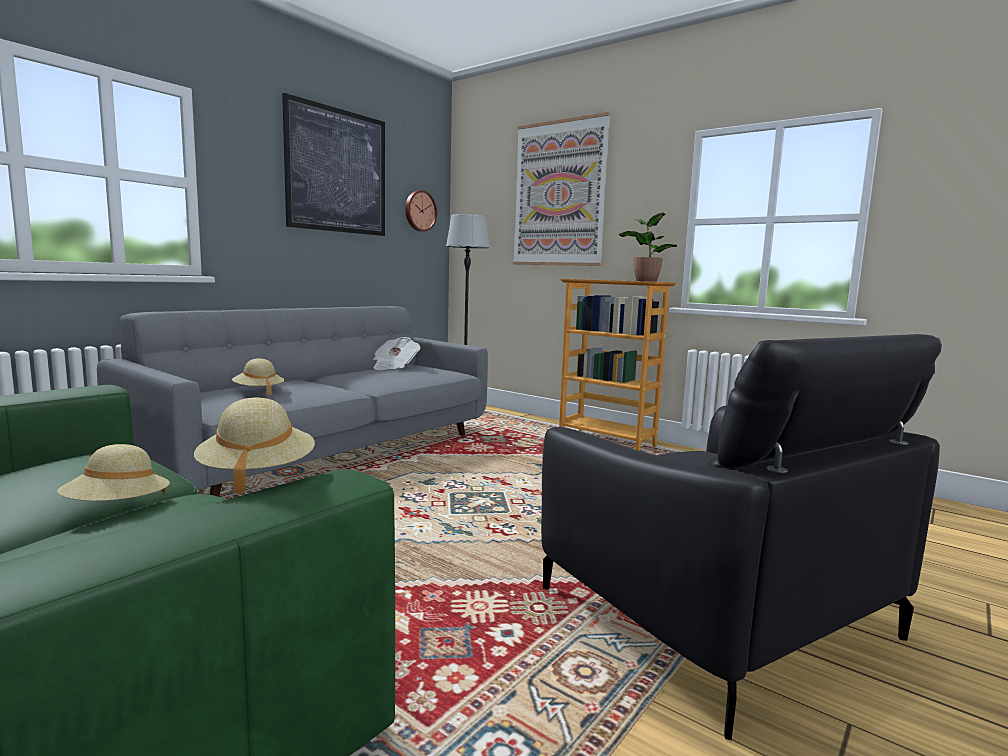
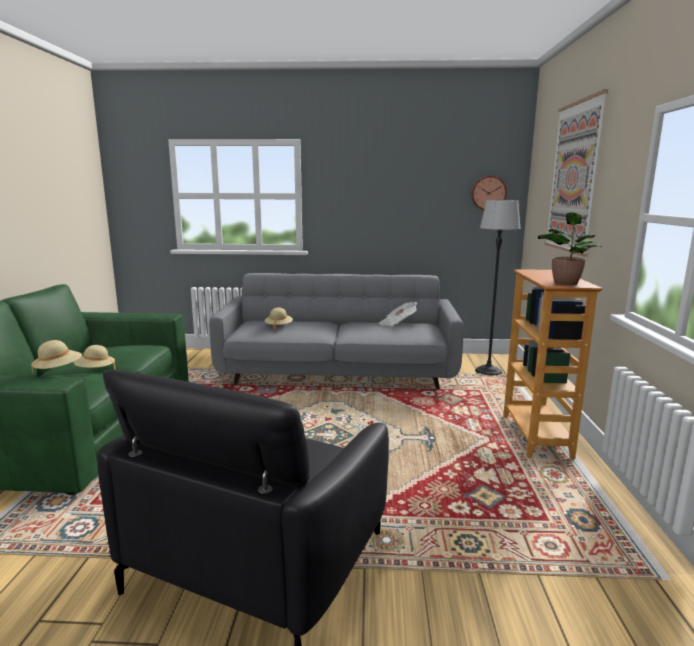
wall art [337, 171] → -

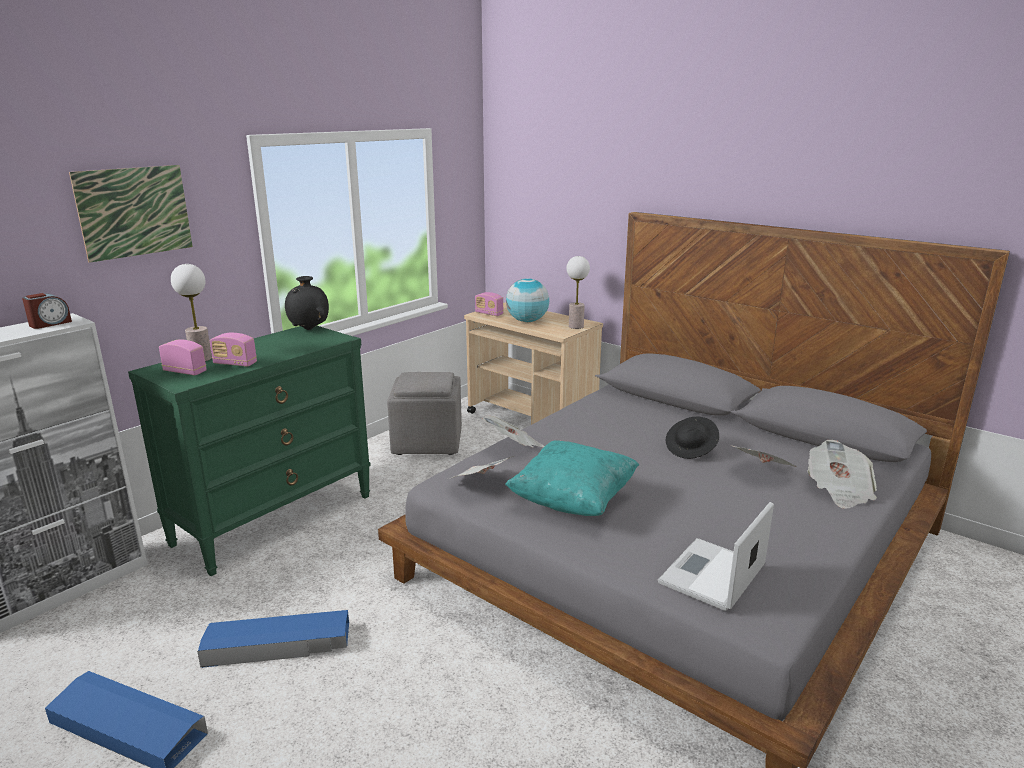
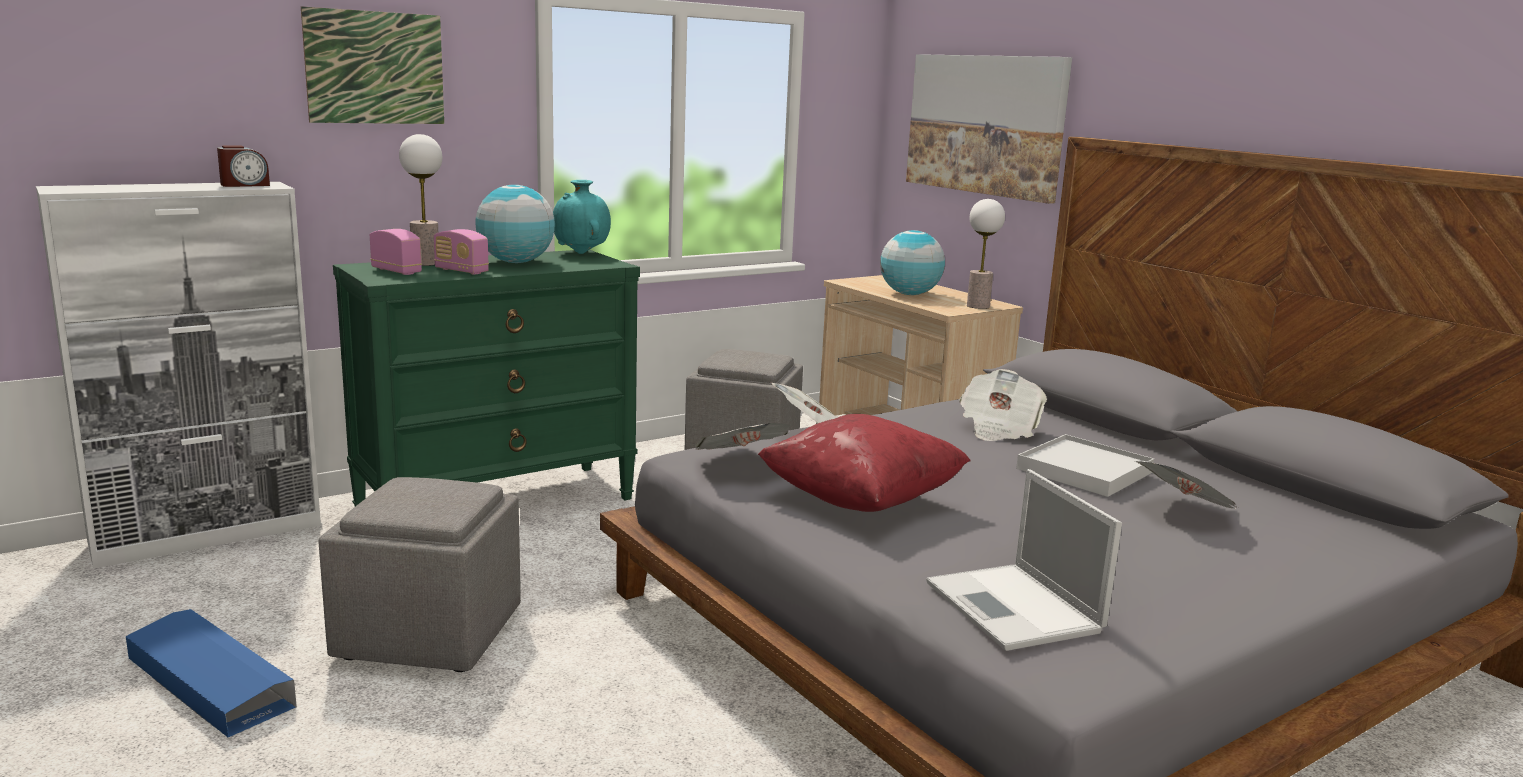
storage container (blue-coloured) [278, 645] → ottoman (grey) [430, 634]
- → desk globe [516, 262]
flower vase (blackish) [309, 329] → flower vase (blue-green) [581, 253]
pillow (blue-green) [573, 501] → pillow (reddish) [861, 500]
- → wall art [985, 125]
laptop [711, 576] → laptop [1015, 608], 75 degrees counterclockwise
newspaper [839, 491] → newspaper [998, 429], relocated
clothing hat (blackish) [691, 449] → carrying tray (white-coloured) [1084, 471]
radio receiver [489, 314] → -

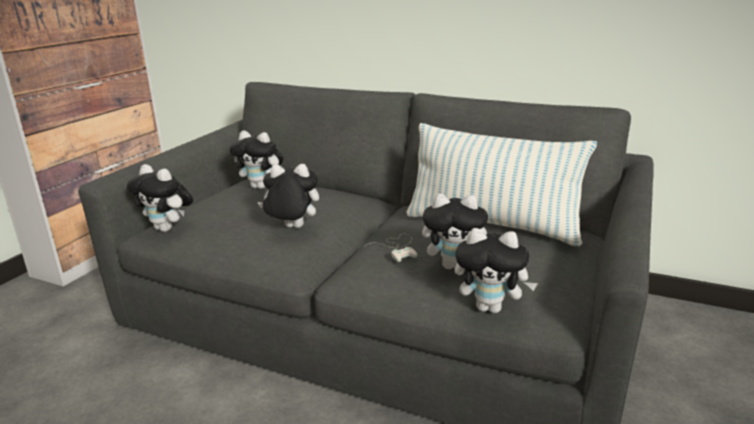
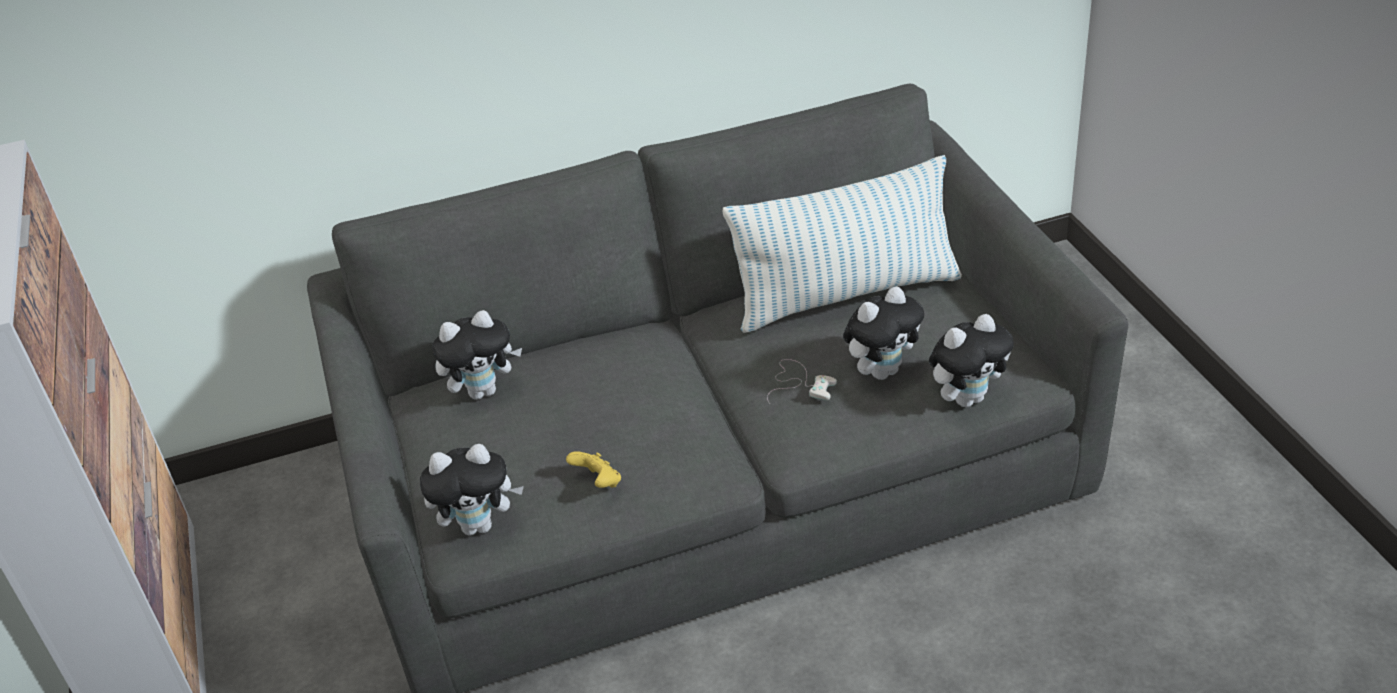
- → joypad (yellowish) [598, 483]
plush toy [292, 228] → -

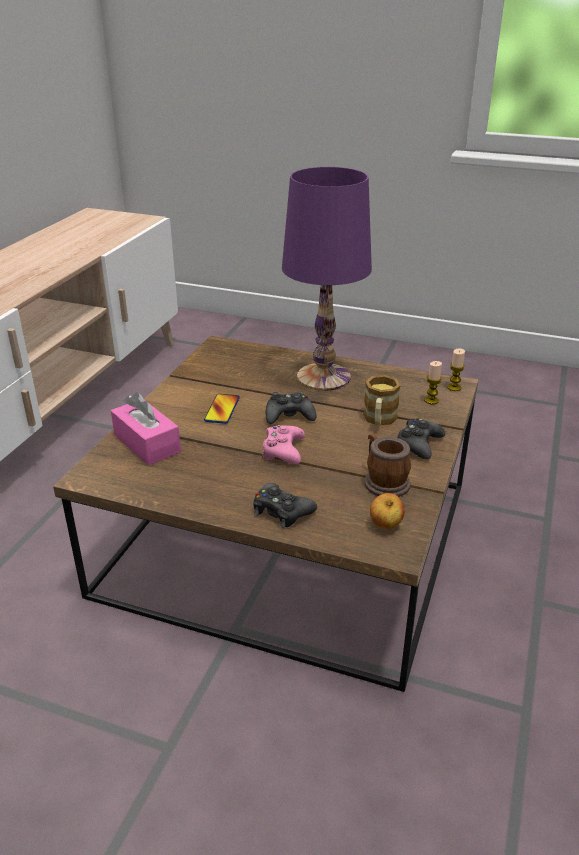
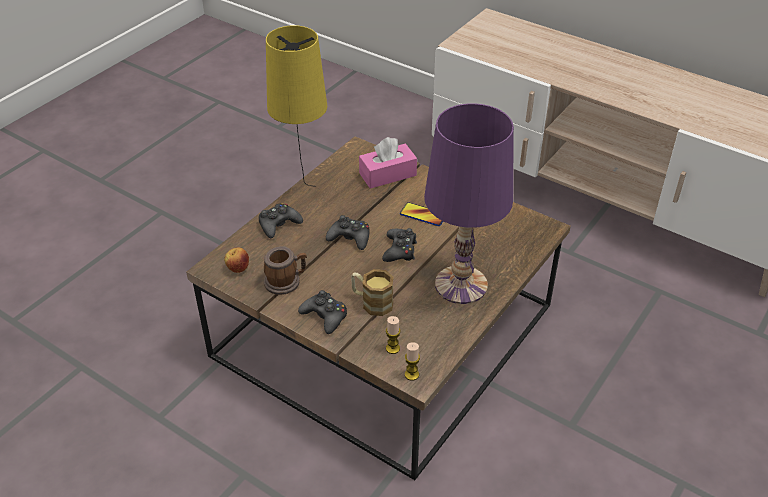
- → table lamp (yellowish) [303, 192]
joypad (pink-coloured) [283, 450] → joypad (blackish) [350, 238]

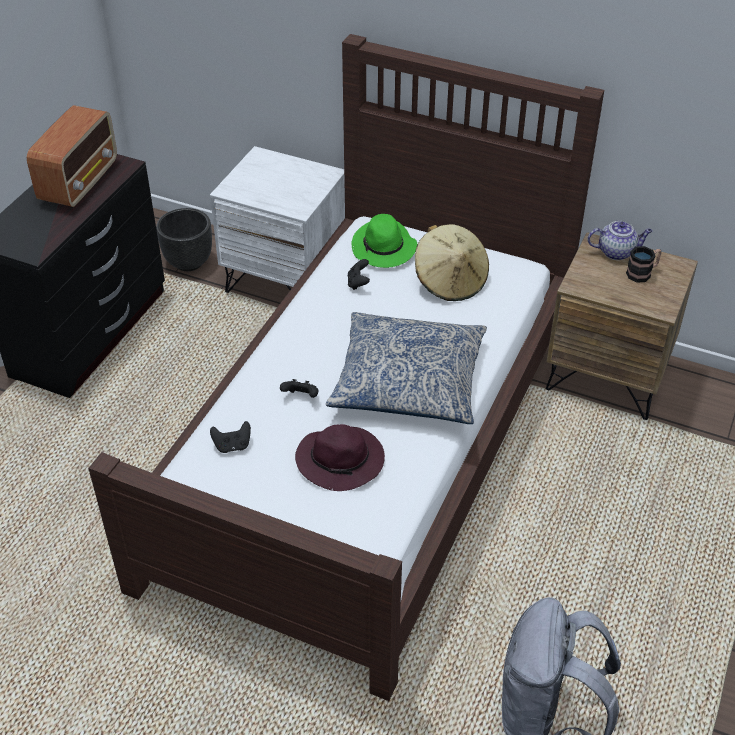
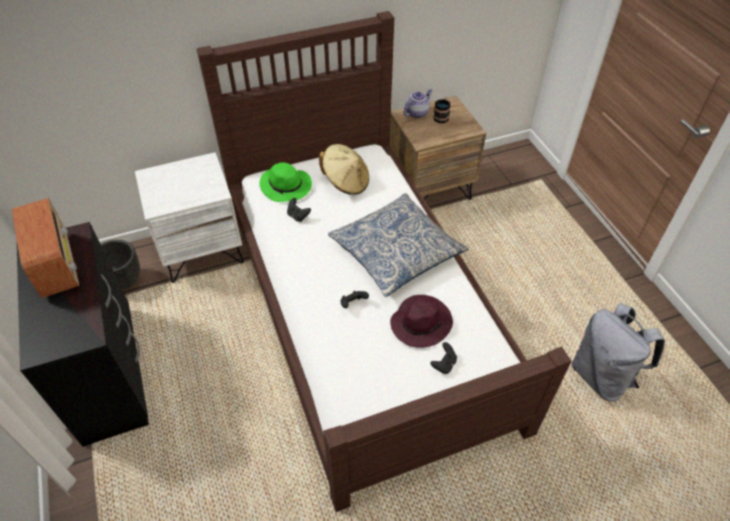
joypad (blackish) [232, 446] → joypad (blackish) [444, 364], relocated

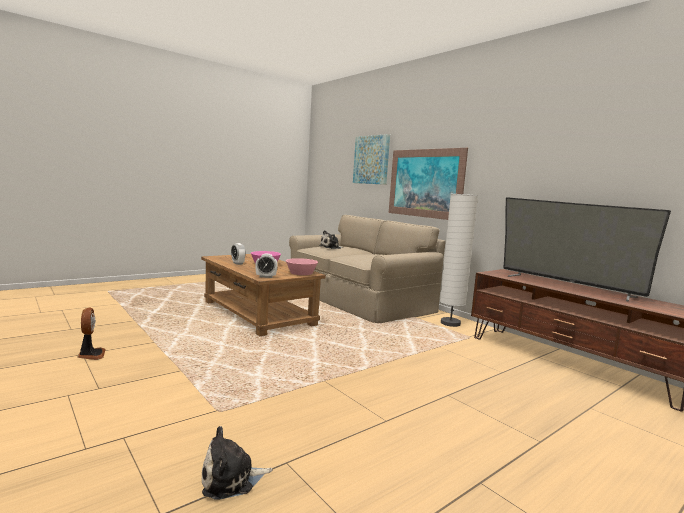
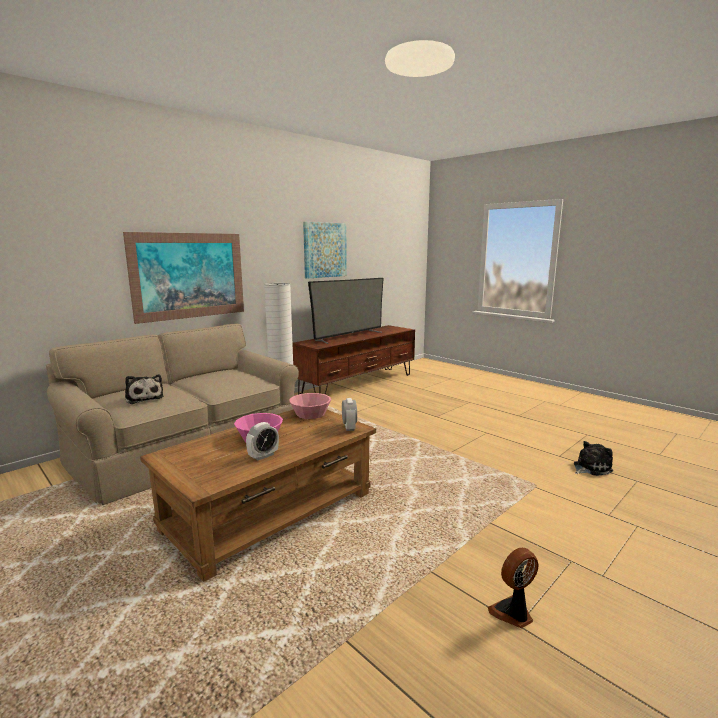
wall art [371, 160] → wall art [324, 250], relocated
plush toy [231, 479] → plush toy [590, 468], 90 degrees counterclockwise

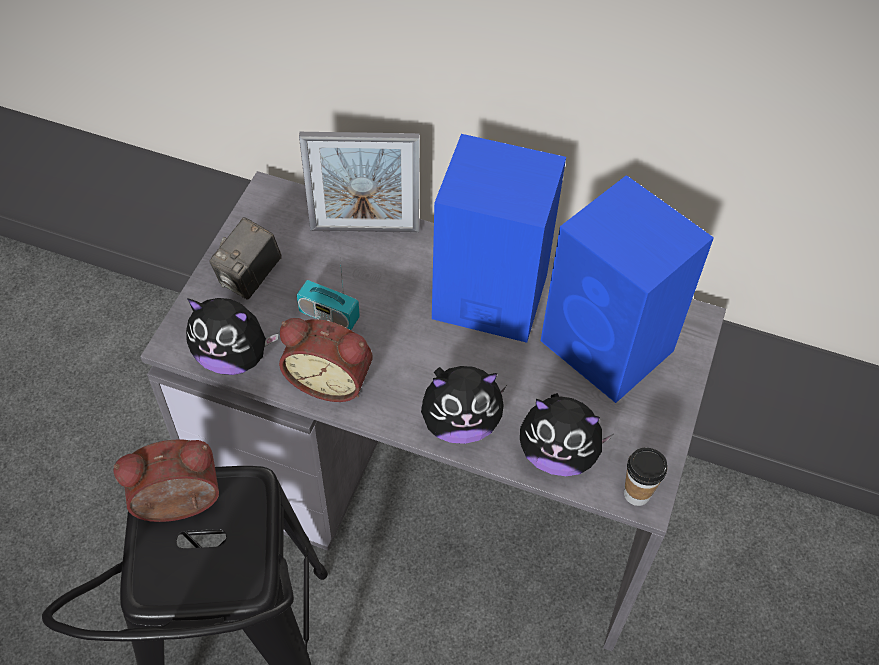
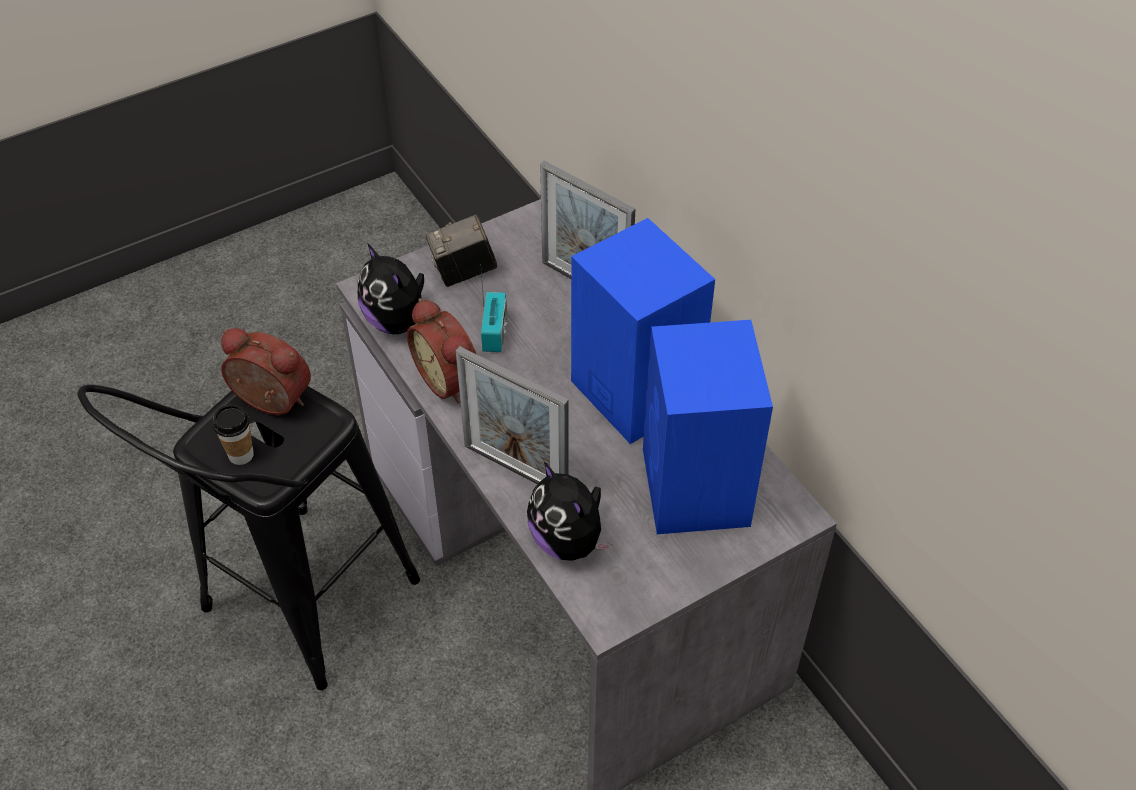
small cup [636, 493] → small cup [241, 455], relocated
plush toy [460, 423] → photo frame [515, 470]
radio receiver [329, 315] → radio receiver [495, 332], 150 degrees counterclockwise

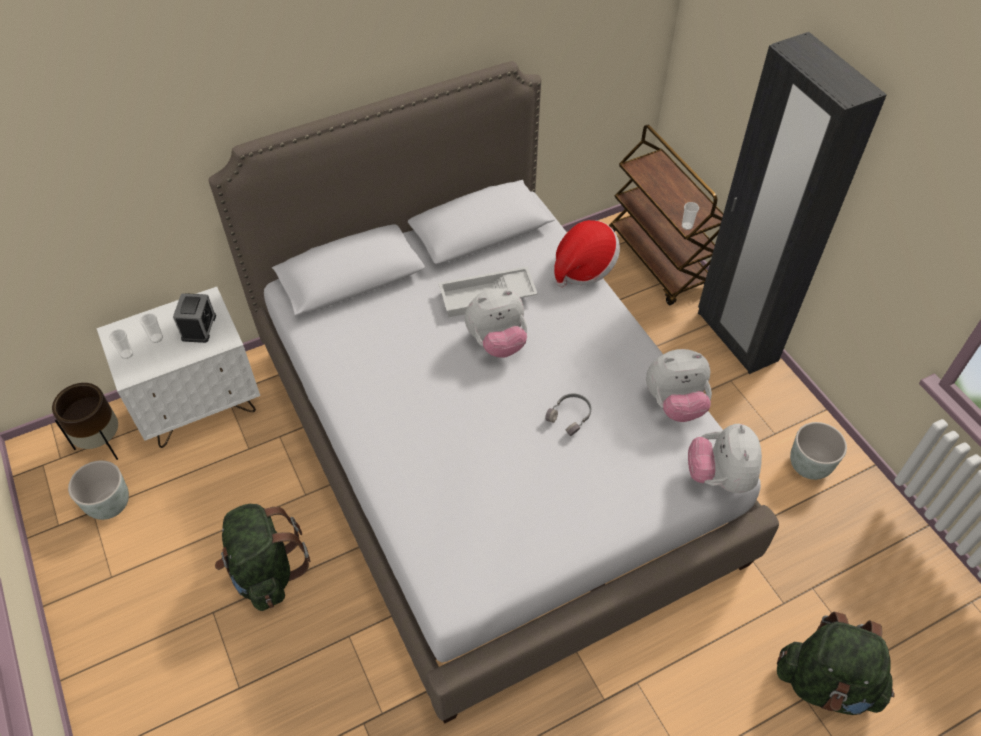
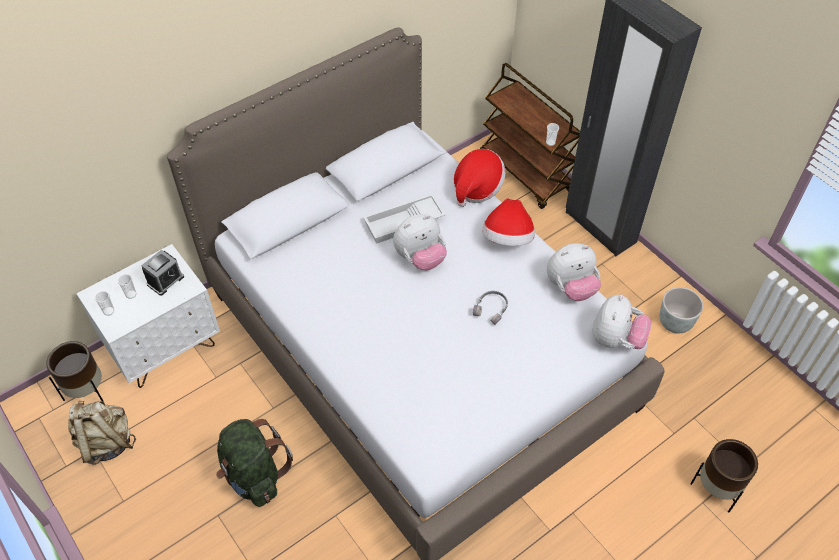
plant pot (grey) [109, 505] → rucksack (sand-coloured) [106, 442]
bedside clock [199, 327] → bedside clock [165, 280], 45 degrees clockwise
- → clothing hat [507, 239]
plush toy [719, 477] → plush toy [616, 339], 150 degrees counterclockwise
rucksack (greenish) [826, 683] → plant pot (brown-coloured) [716, 488]

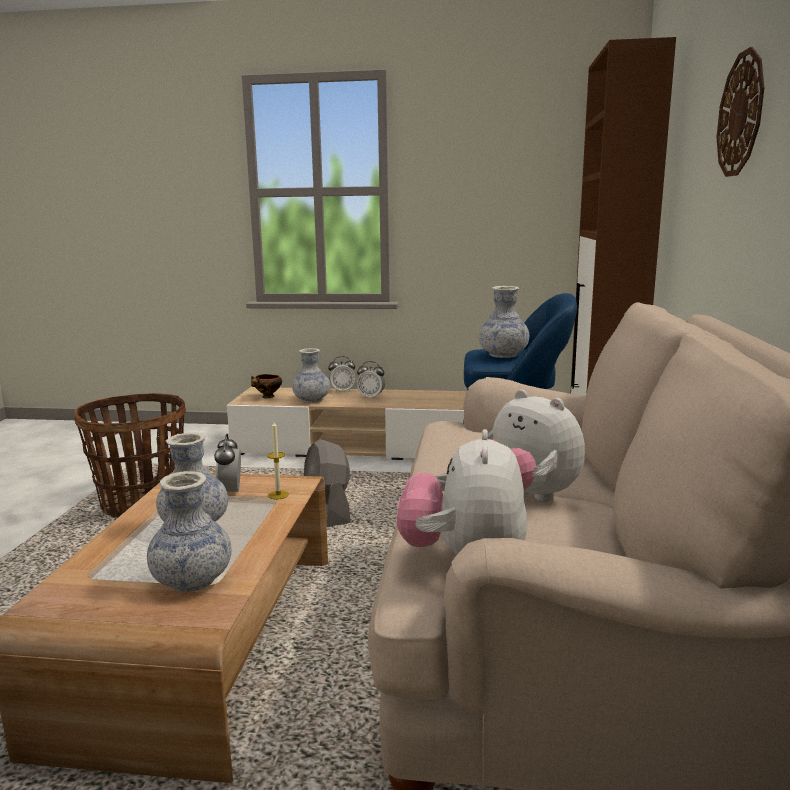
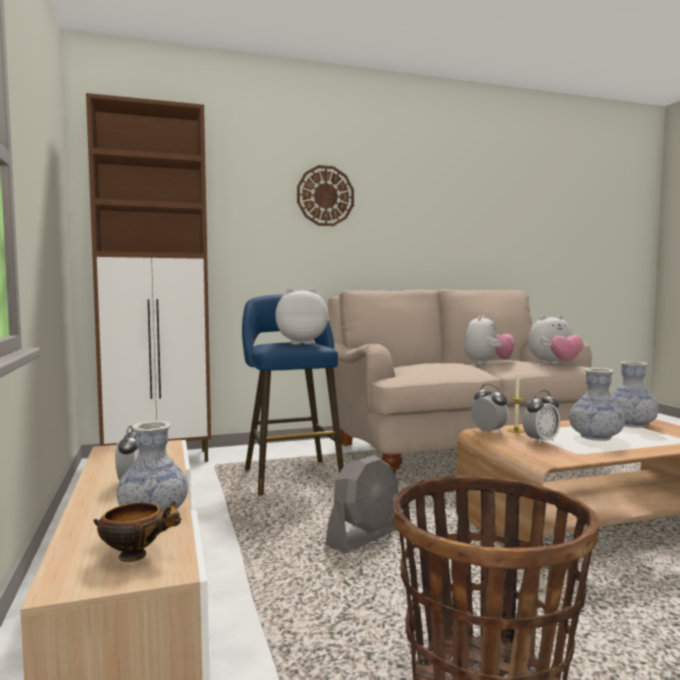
flower vase [503, 355] → plush toy [300, 343]
bedside clock [342, 391] → bedside clock [488, 432], relocated

